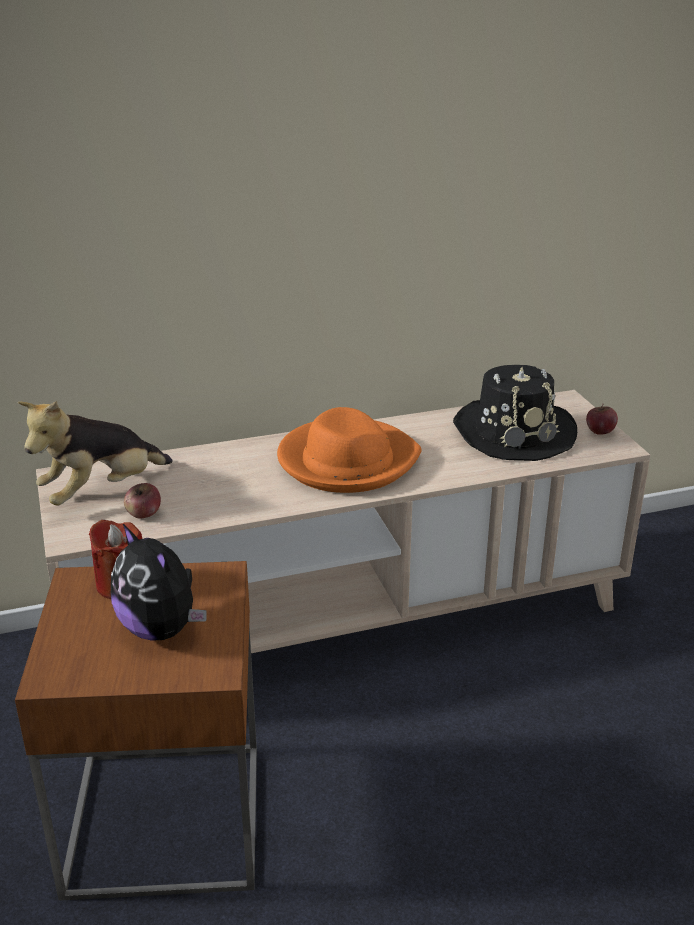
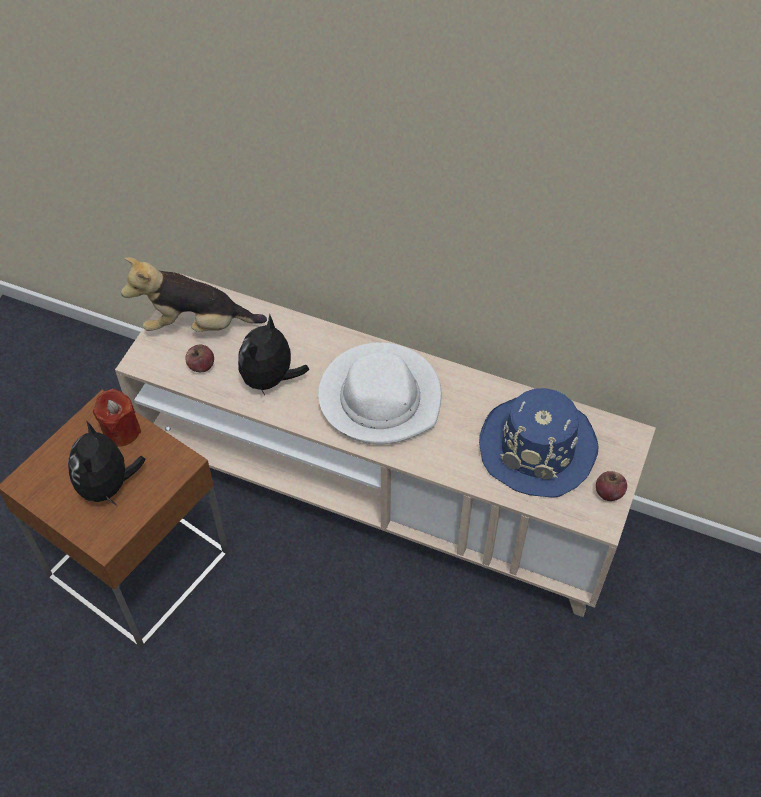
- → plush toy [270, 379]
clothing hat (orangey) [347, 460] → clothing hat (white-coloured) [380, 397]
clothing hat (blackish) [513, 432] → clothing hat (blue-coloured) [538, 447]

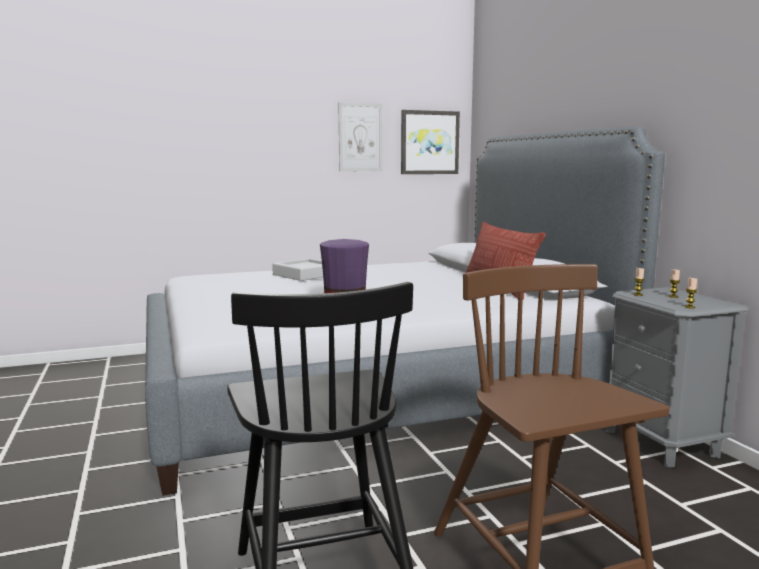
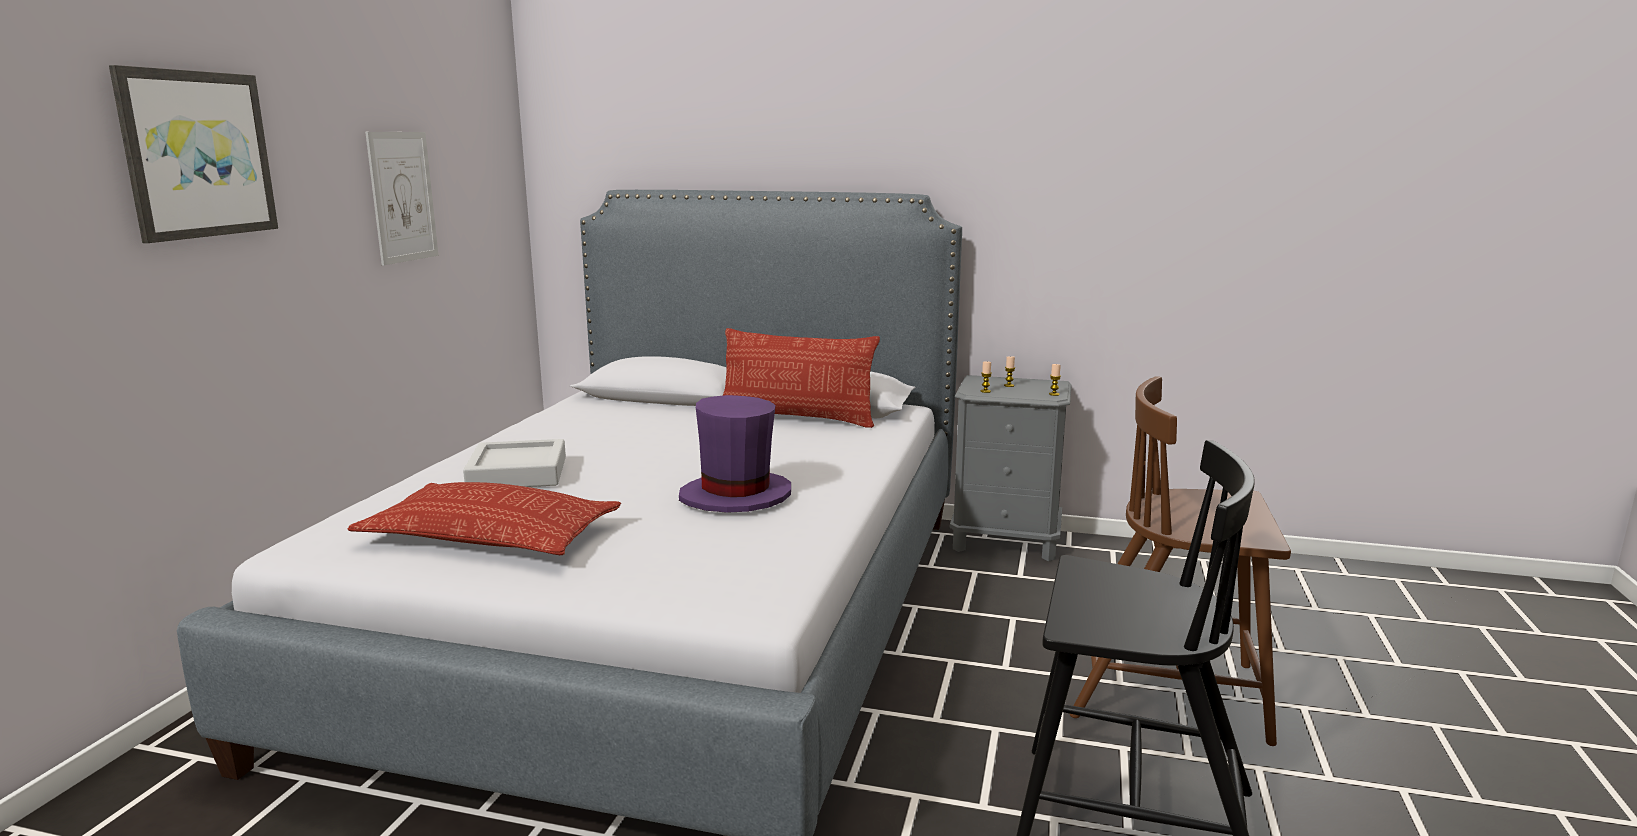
wall art [429, 142] → wall art [197, 154], relocated
- → pillow [491, 535]

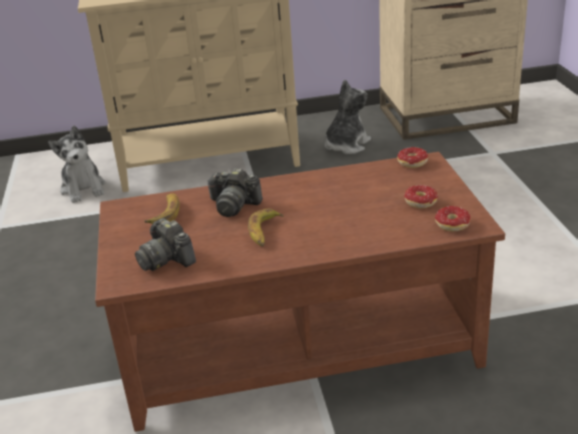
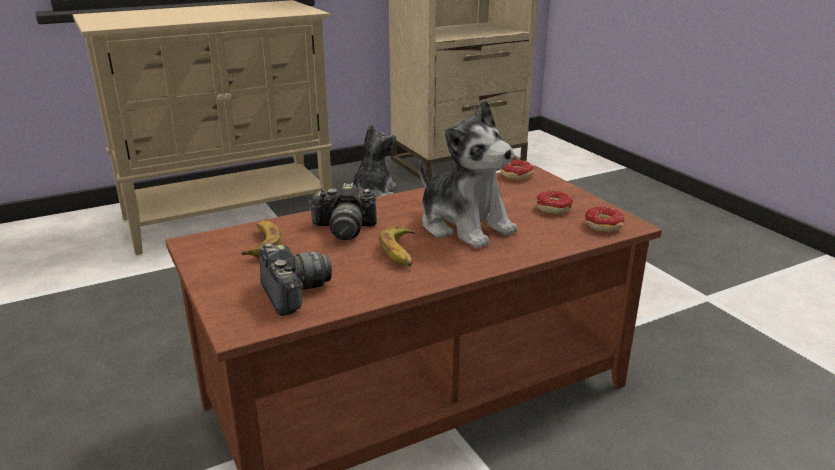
still camera [167, 259] → still camera [293, 292], 150 degrees counterclockwise
plush toy [83, 188] → plush toy [464, 226], relocated

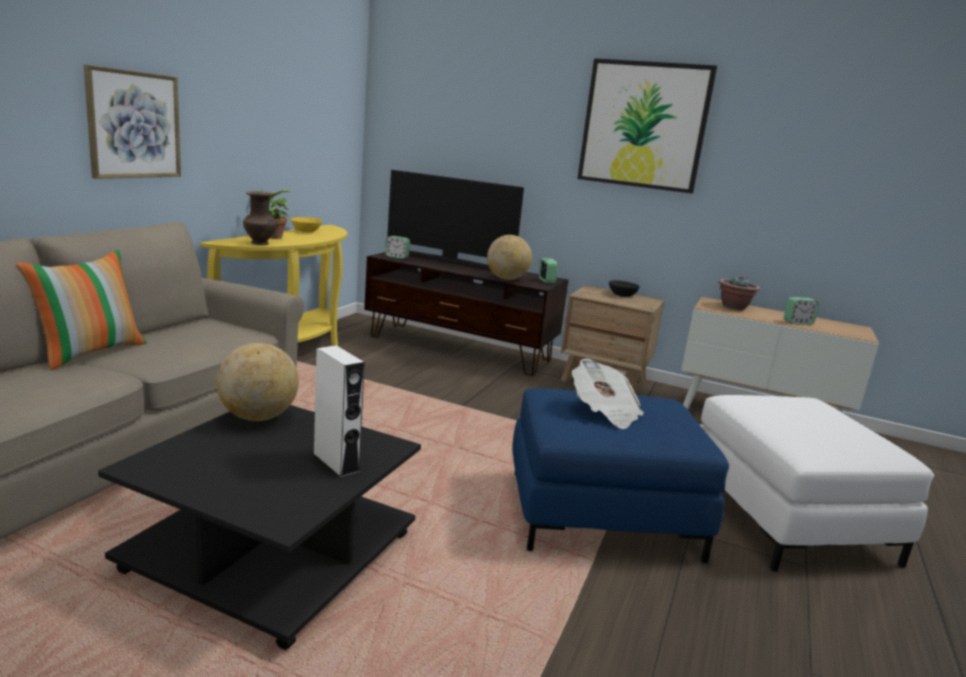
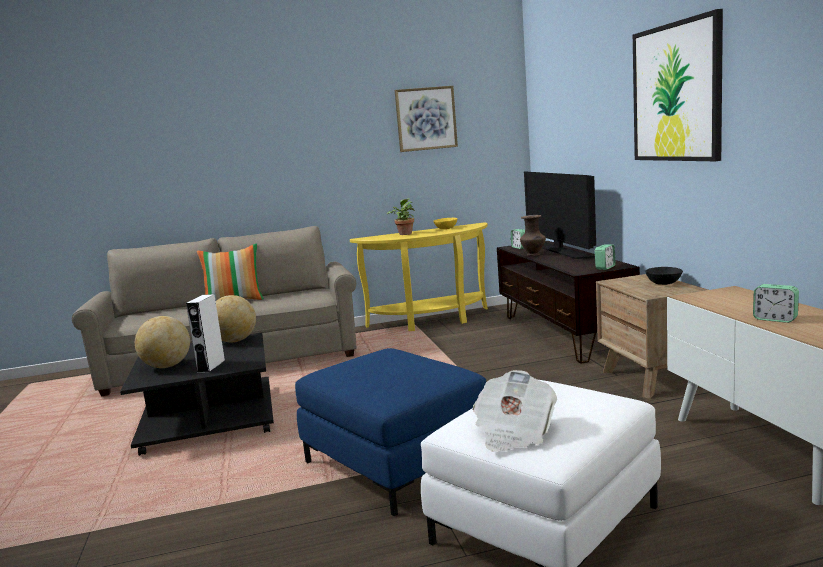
desk globe [507, 279] → desk globe [167, 366], relocated
wall art [134, 125] → wall art [426, 119], relocated
newspaper [604, 412] → newspaper [513, 433], relocated
flower vase (brown-coloured) [260, 243] → flower vase (brown-coloured) [533, 255], relocated
houseplant [734, 307] → -

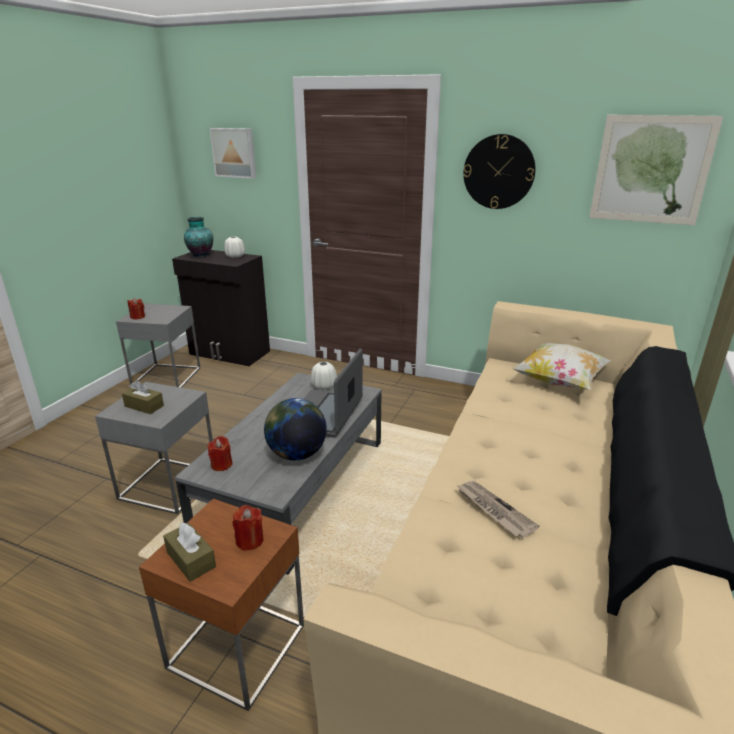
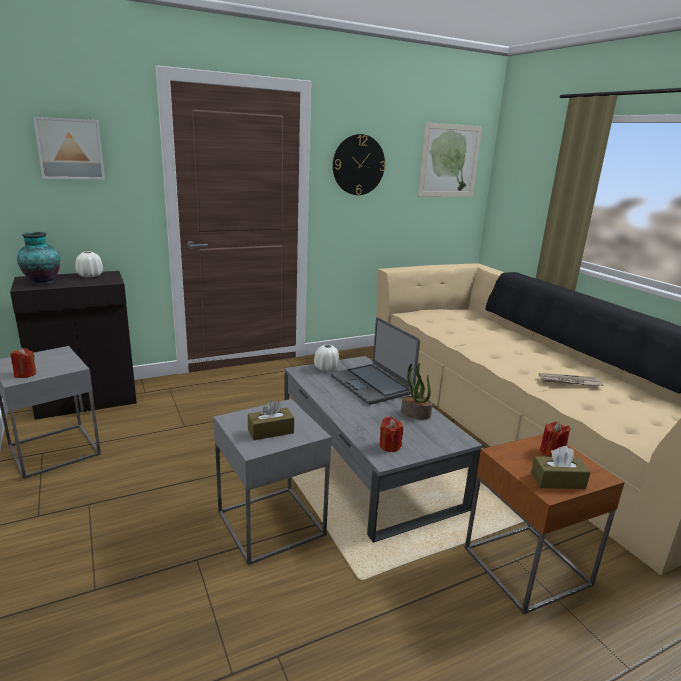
desk globe [296, 454] → houseplant [415, 414]
pillow [559, 382] → -

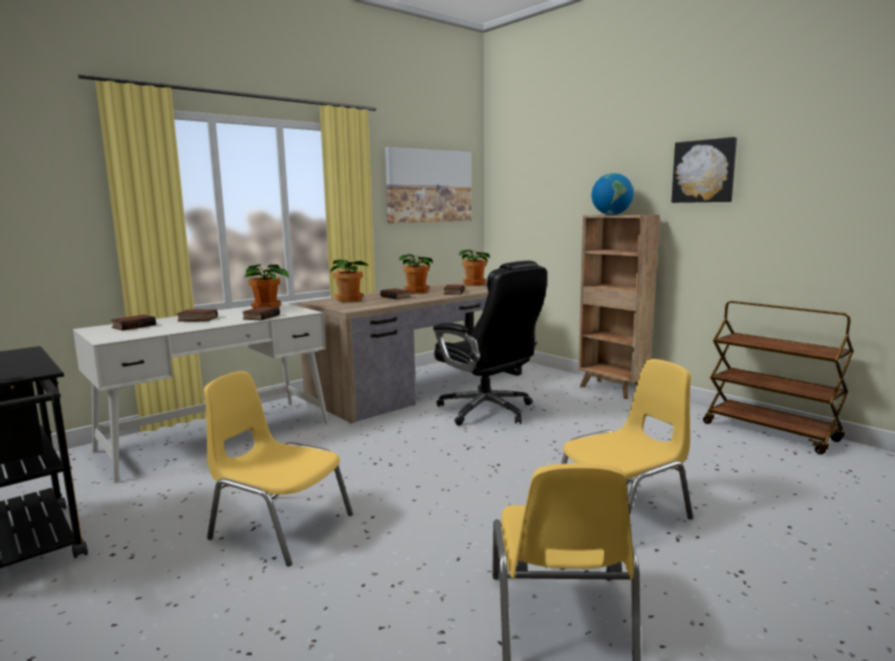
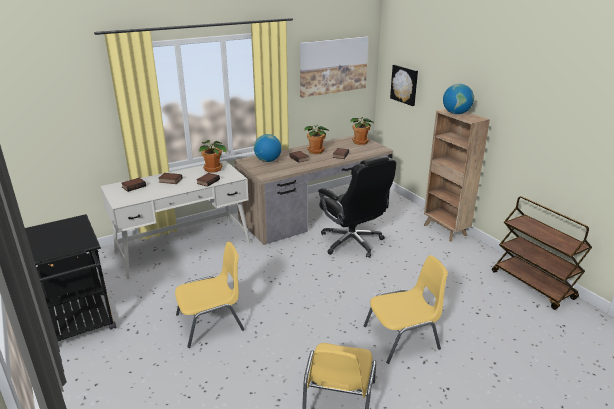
upright chair (yellowish) [279, 526] → upright chair (yellowish) [211, 323], 120 degrees clockwise
houseplant [350, 300] → desk globe [268, 161]
wall art [704, 171] → wall art [405, 84], relocated

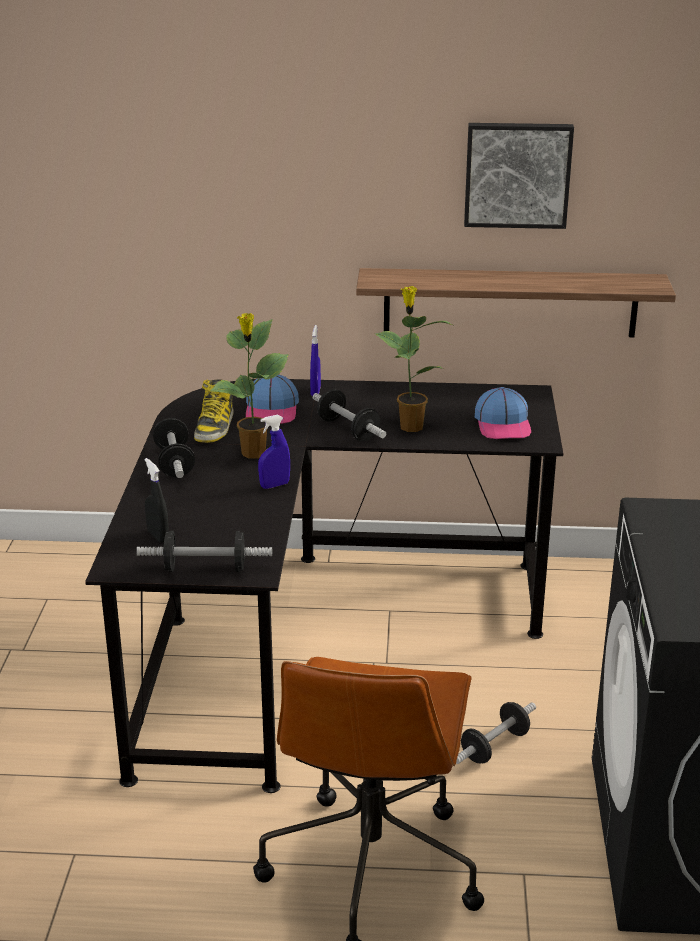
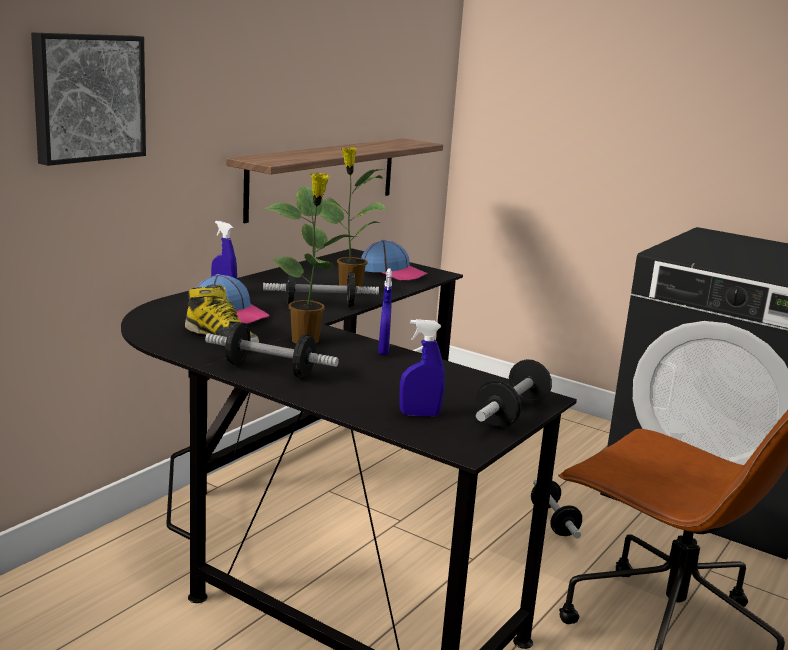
wall art [517, 174] → wall art [87, 97], relocated
spray bottle (blackish) [158, 536] → spray bottle (blue-coloured) [419, 414]

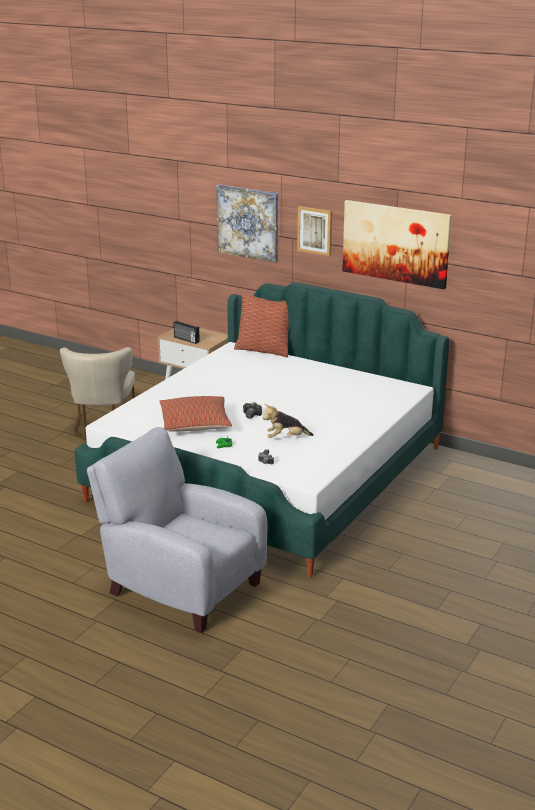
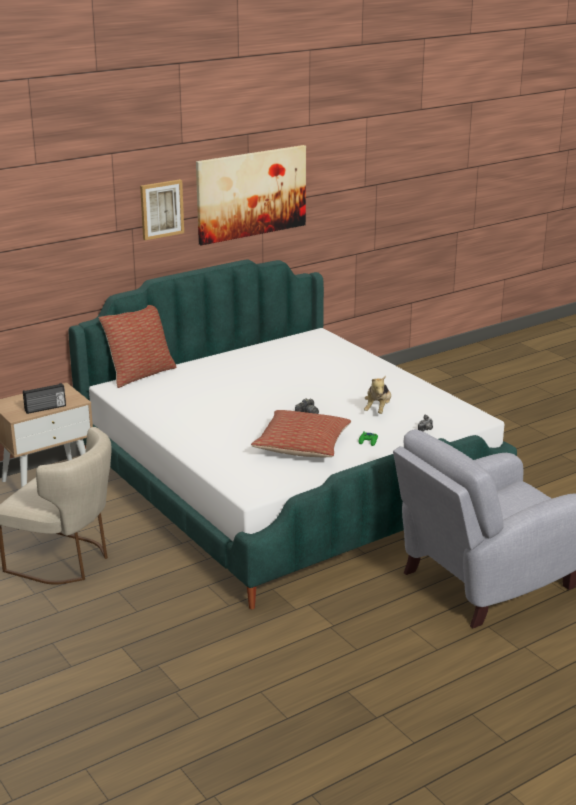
wall art [248, 222] → -

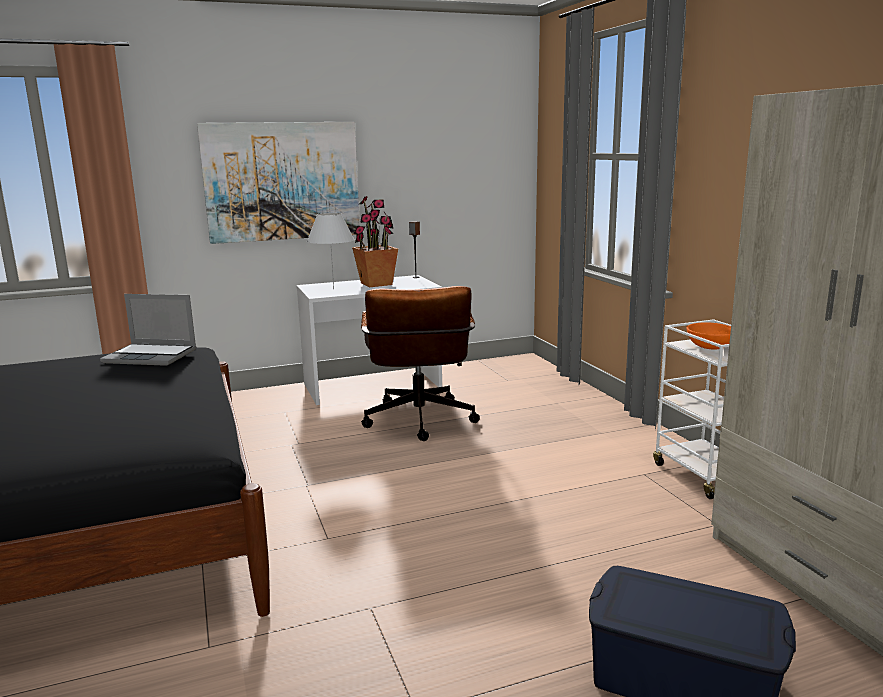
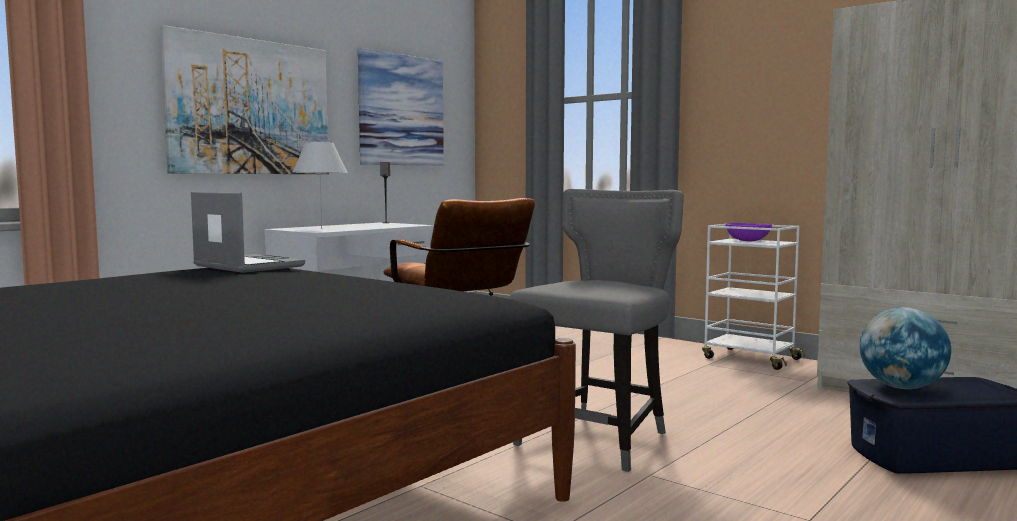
laptop [152, 356] → laptop [246, 266], 120 degrees counterclockwise
- → wall art [401, 110]
- → upright chair (grey) [598, 440]
serving bowl (orangey) [712, 347] → serving bowl (purple-coloured) [748, 241]
- → desk globe [901, 387]
houseplant [377, 284] → -

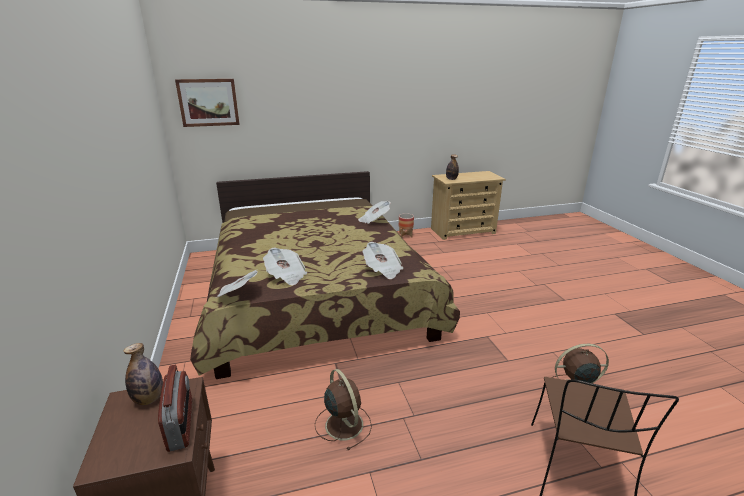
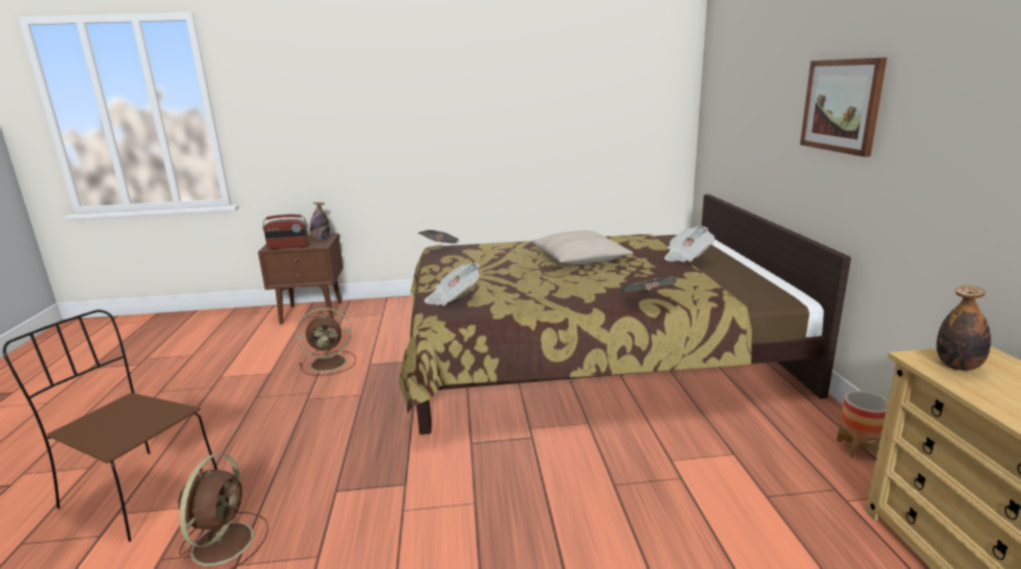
- → pillow (sand-coloured) [579, 258]
newspaper [286, 276] → newspaper [686, 257], relocated
wall art [208, 102] → wall art [841, 105], relocated

